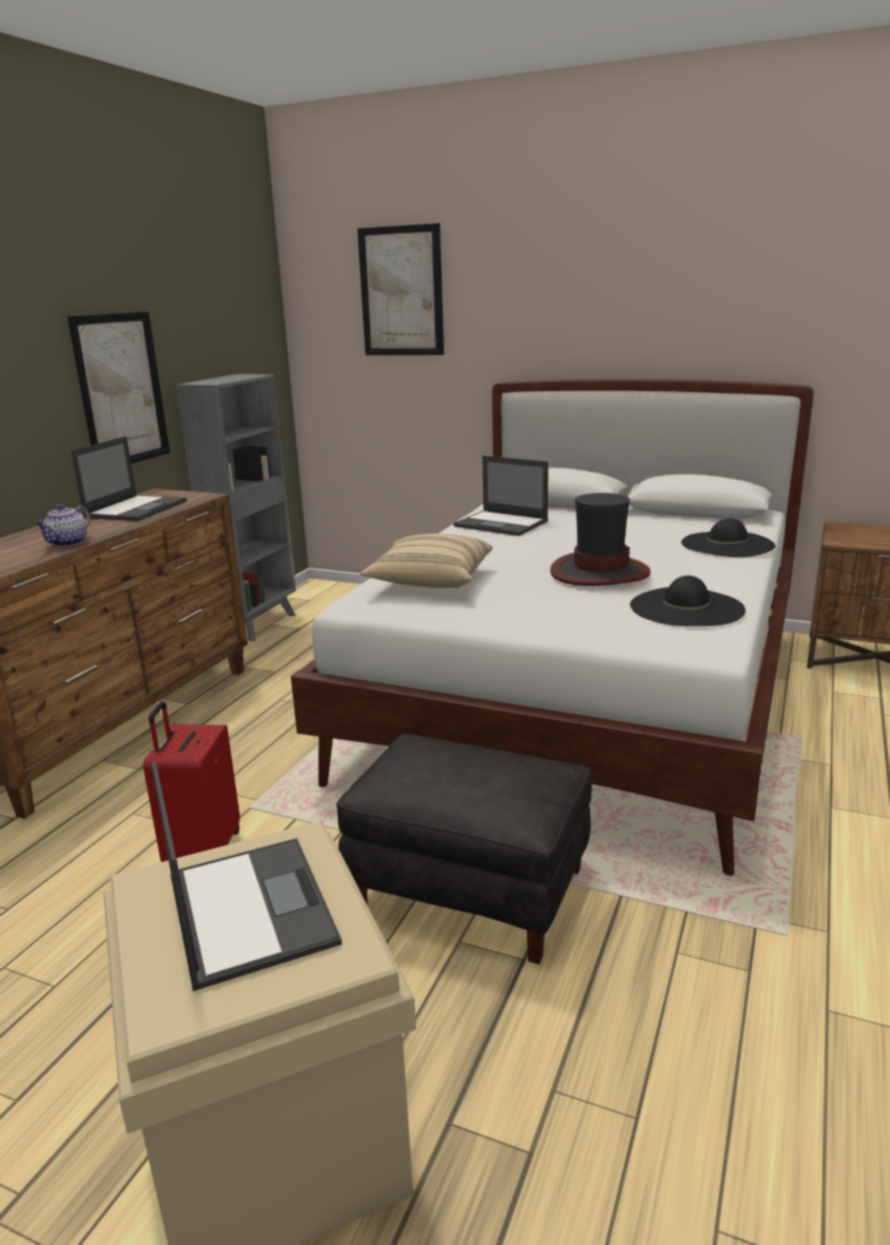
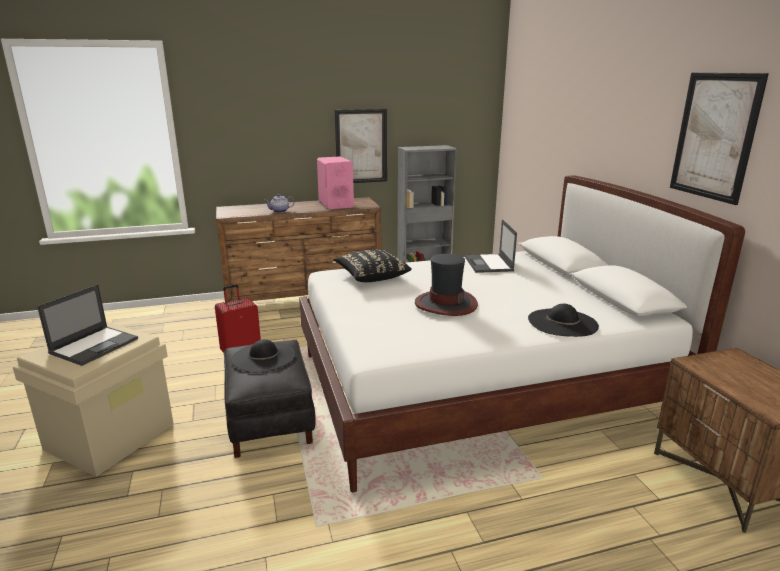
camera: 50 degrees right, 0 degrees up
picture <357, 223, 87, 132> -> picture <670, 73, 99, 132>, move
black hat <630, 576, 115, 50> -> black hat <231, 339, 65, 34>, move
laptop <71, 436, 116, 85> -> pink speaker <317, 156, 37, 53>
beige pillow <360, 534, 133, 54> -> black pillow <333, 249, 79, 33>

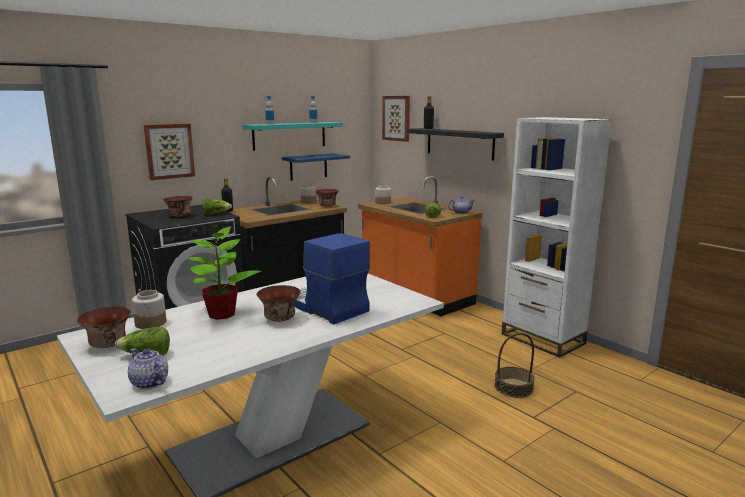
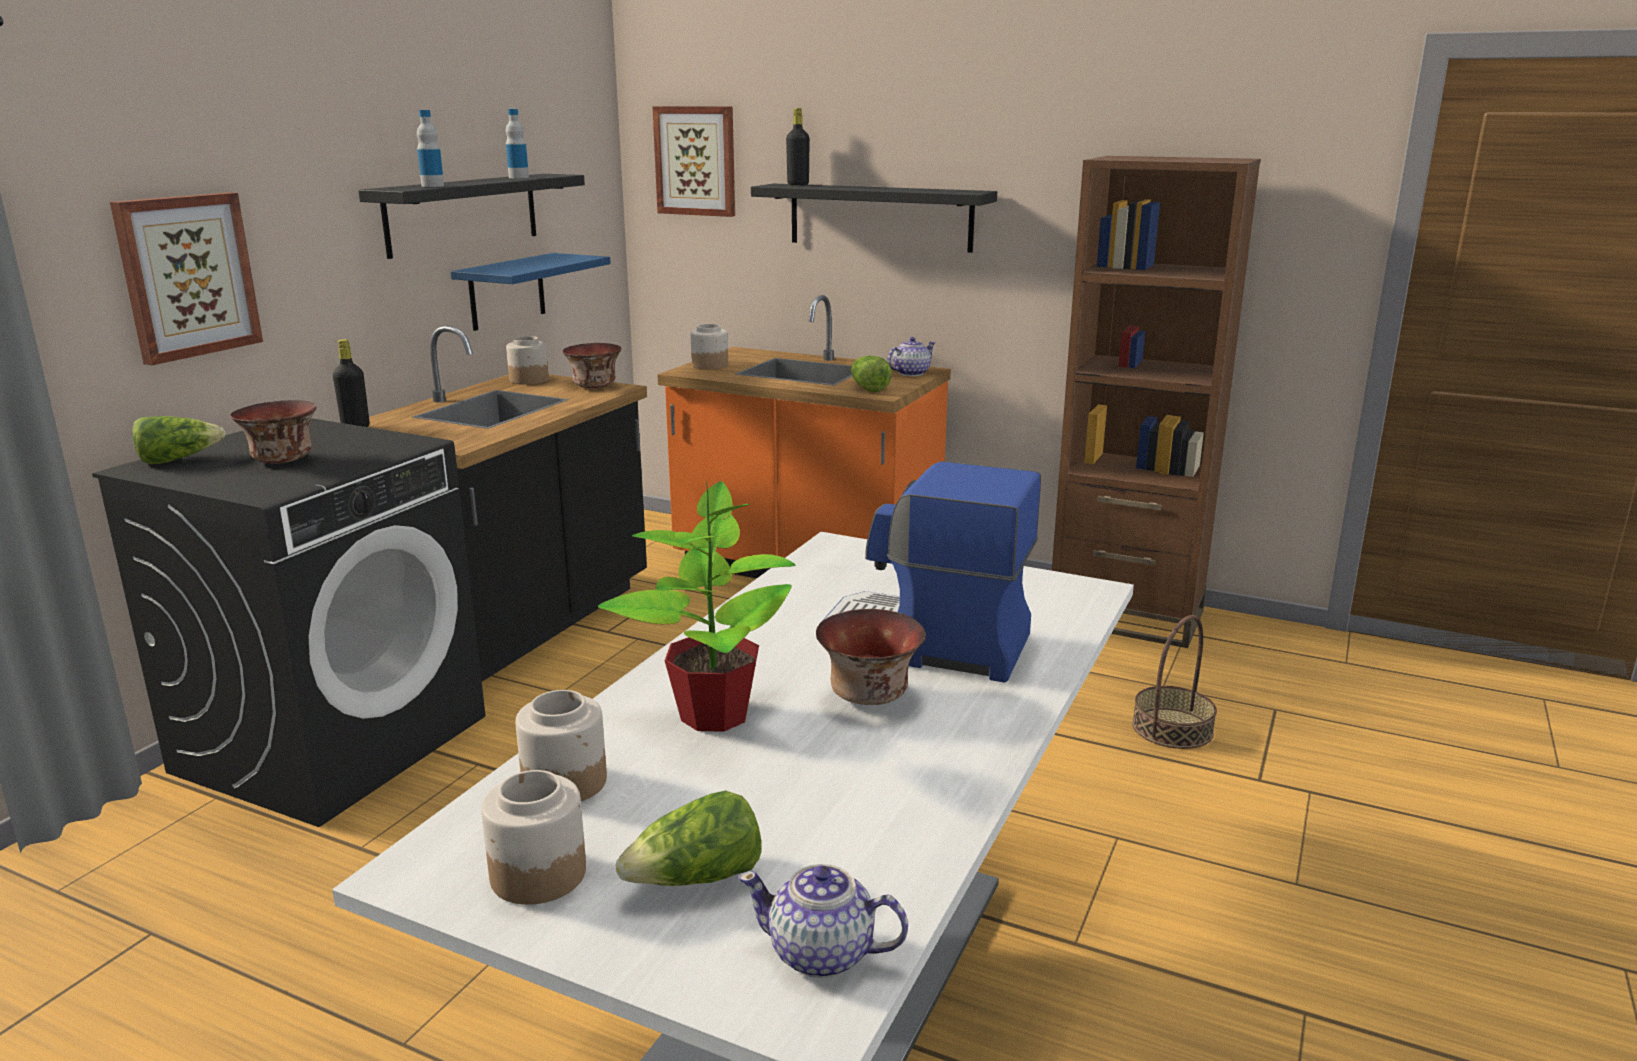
camera: 25 degrees left, 5 degrees up
lettuce <202, 198, 30, 17> -> lettuce <132, 416, 94, 48>, move
bowl <77, 306, 54, 42> -> jar <481, 770, 105, 135>
turquoise shelf <243, 122, 100, 29> -> black shelf <358, 174, 227, 85>
white bookcase <502, 117, 110, 241> -> brown bookcase <1052, 156, 209, 492>

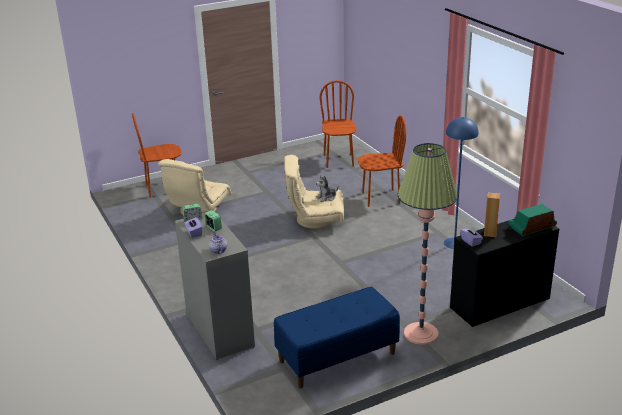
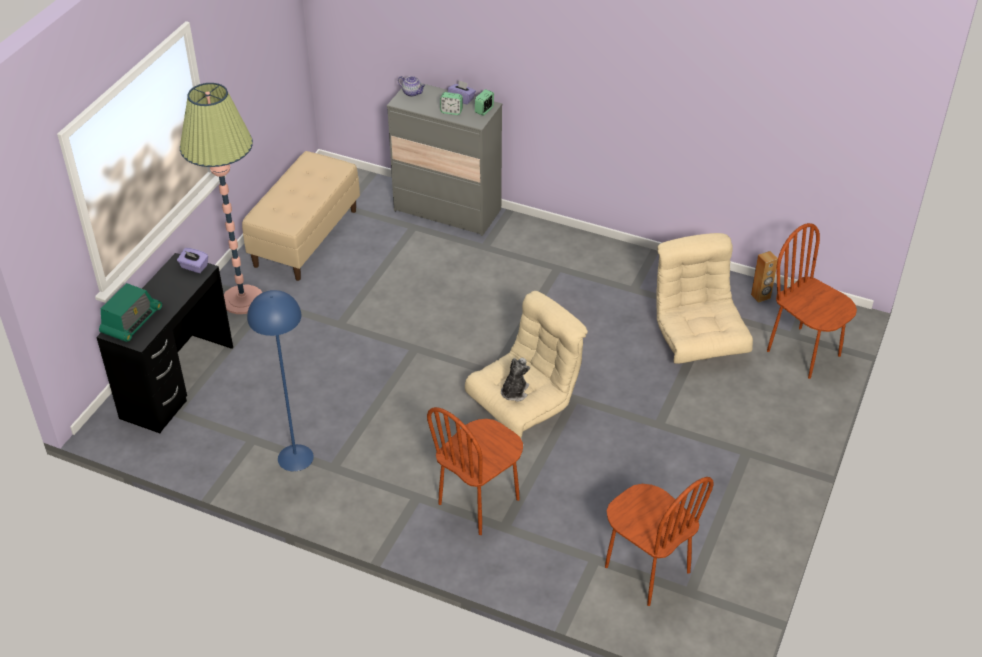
camera: 140 degrees right, 15 degrees up
brown speaker <484, 193, 16, 44> -> brown speaker <751, 251, 27, 52>, move
blue bench <274, 287, 126, 101> -> beige bench <242, 151, 118, 130>
brown chair <132, 113, 50, 85> -> brown chair <767, 223, 90, 156>, 75 degrees counterclockwise

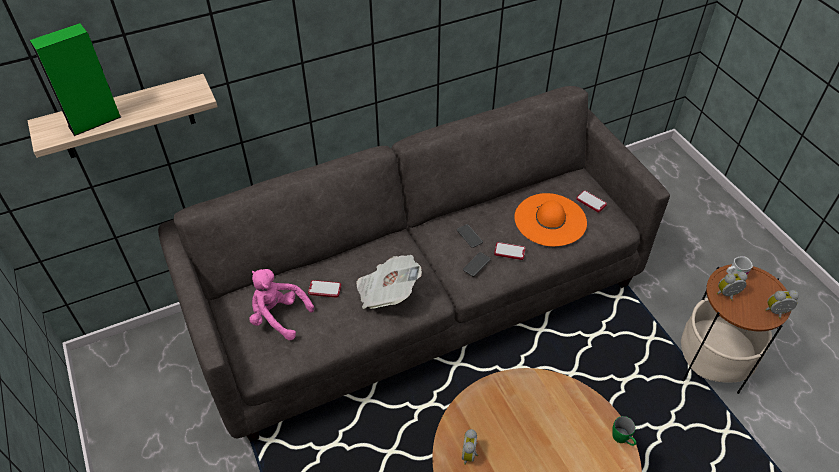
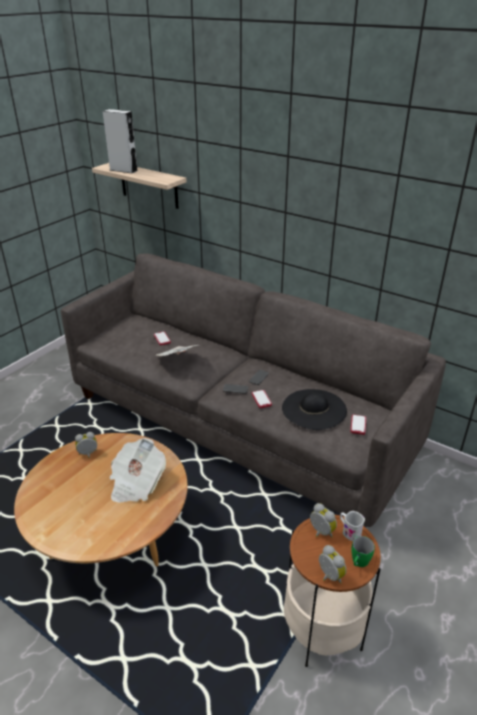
camera: 60 degrees right, 15 degrees down
pink plush toy <249, 269, 65, 71> -> none
none -> newspaper <109, 438, 57, 65>
green mug <612, 416, 24, 30> -> green mug <352, 536, 23, 31>, move
green speaker <30, 23, 91, 113> -> grey speaker <103, 109, 35, 64>
orange hat <514, 193, 73, 53> -> black hat <282, 389, 65, 41>

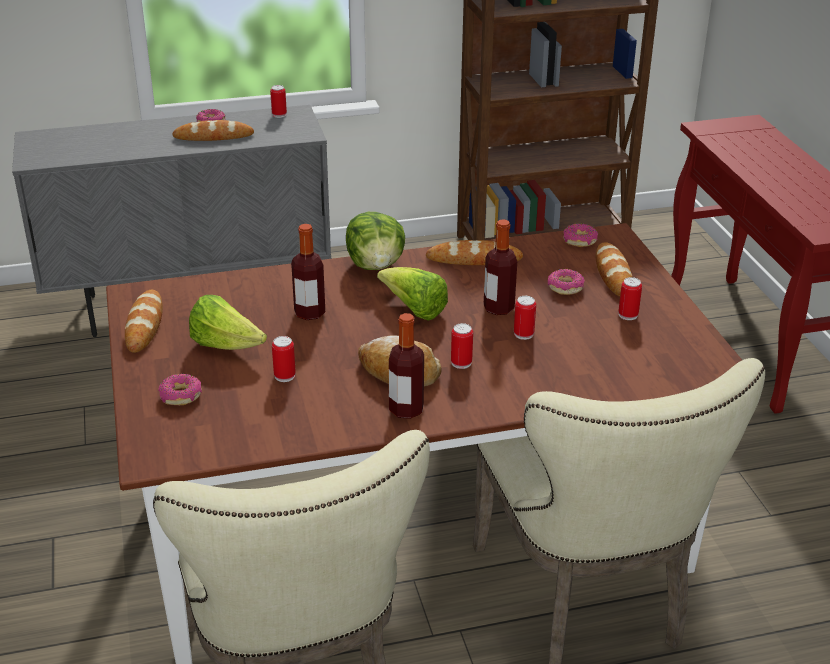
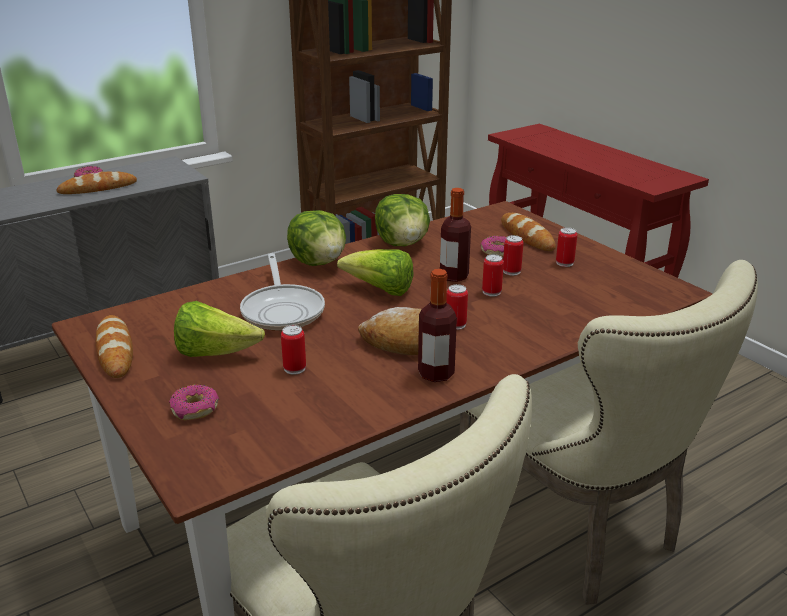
camera: 20 degrees left, 5 degrees down
donut <563, 223, 35, 24> -> none
can <270, 85, 17, 33> -> can <503, 235, 20, 41>, move
bottle <291, 224, 34, 96> -> frying pan <240, 253, 85, 78>
bread <426, 240, 97, 25> -> lettuce <375, 194, 55, 52>

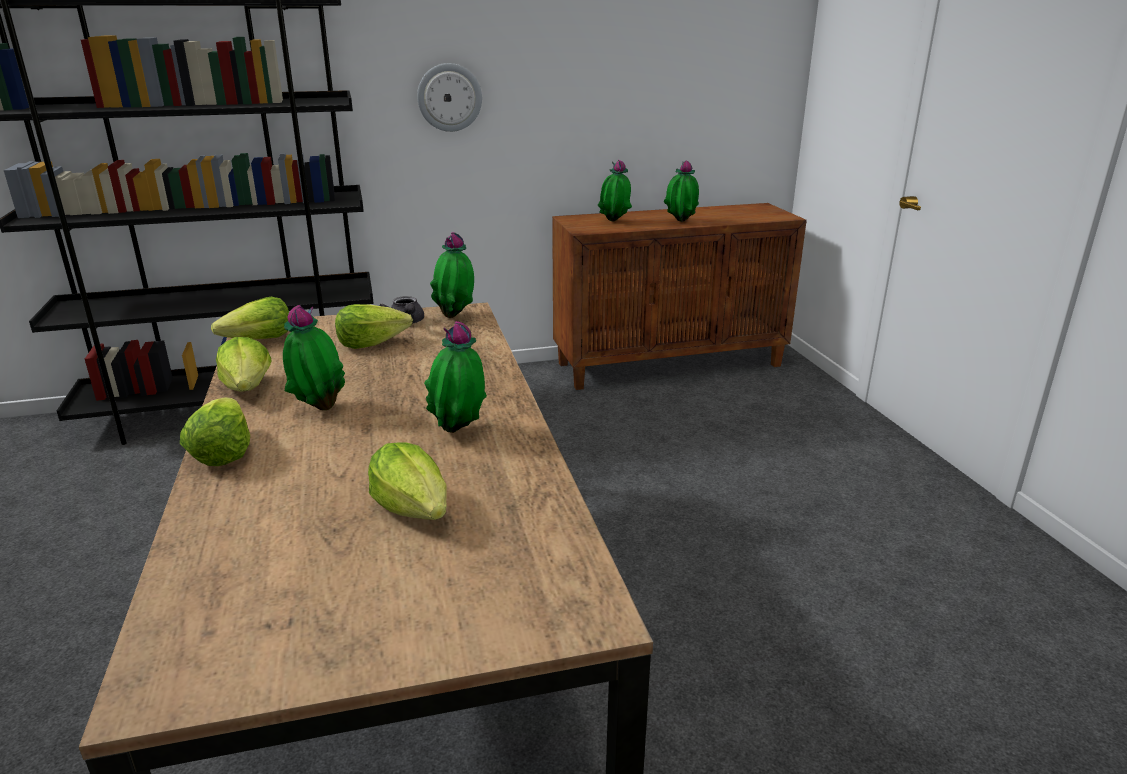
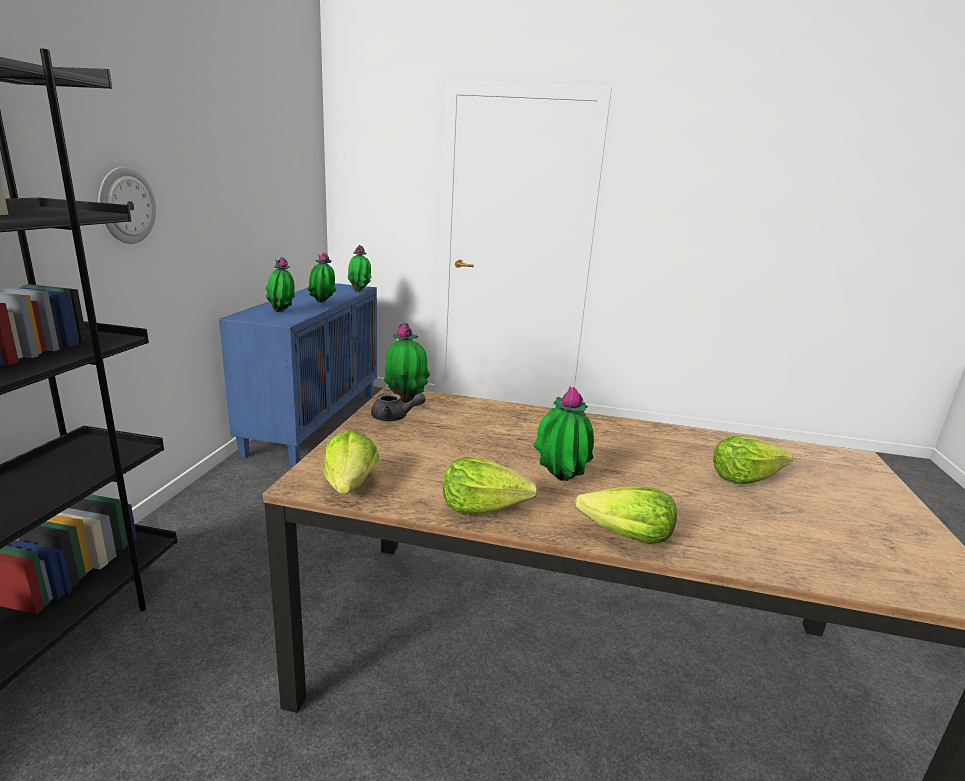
camera: 65 degrees left, 5 degrees down
lettuce <335, 304, 78, 45> -> none
potted plant <424, 321, 63, 112> -> potted plant <348, 245, 24, 47>, move
brown cabinet <552, 203, 255, 187> -> blue cabinet <219, 283, 158, 183>

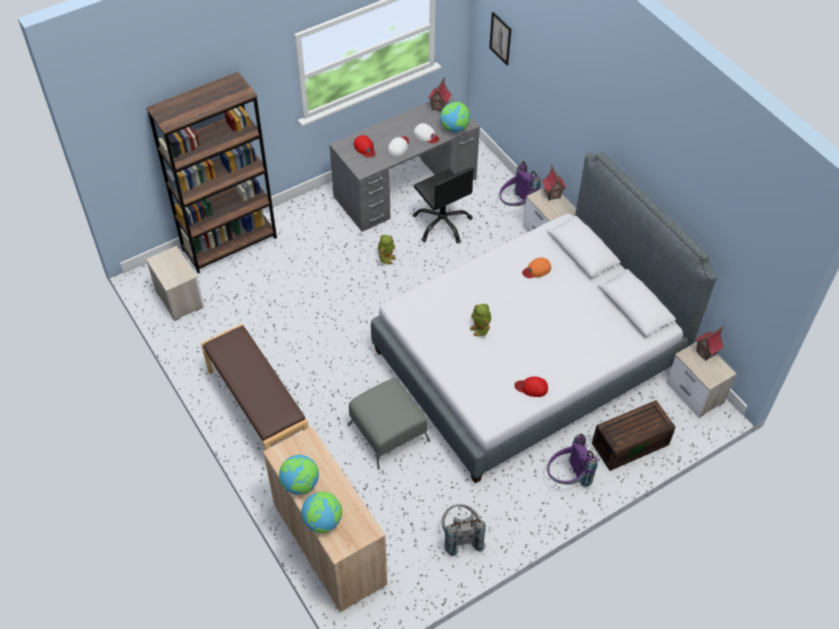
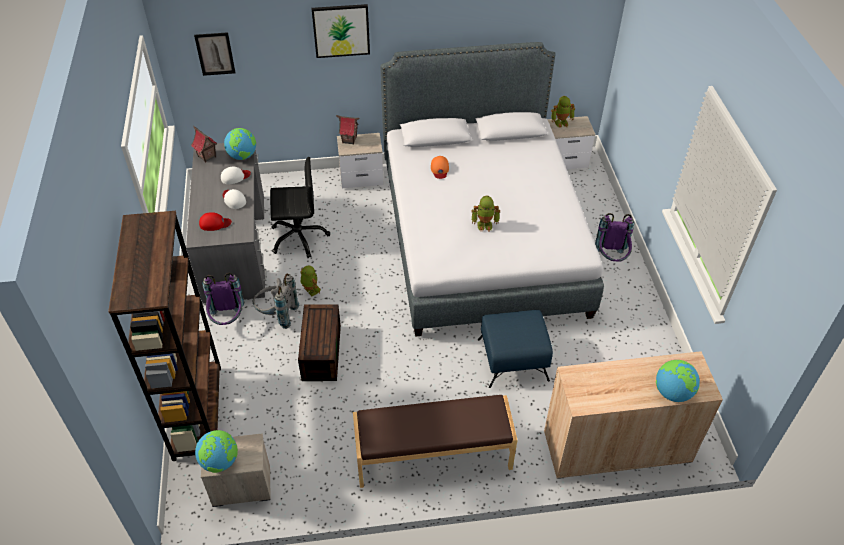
camera: 65 degrees left, 5 degrees down
red cap <514, 377, 34, 20> -> none
none -> picture <312, 4, 58, 54>
globe <279, 455, 40, 40> -> globe <195, 430, 43, 43>, move
grey backpack <442, 504, 44, 52> -> grey backpack <253, 273, 46, 56>, move
purple backpack <499, 161, 41, 45> -> purple backpack <202, 273, 42, 52>, move
brown storage box <592, 400, 84, 71> -> brown storage box <298, 304, 43, 77>, move
toy house <696, 326, 28, 35> -> toy robot <551, 96, 24, 32>
grey ottoman <347, 378, 83, 92> -> blue ottoman <478, 310, 75, 78>

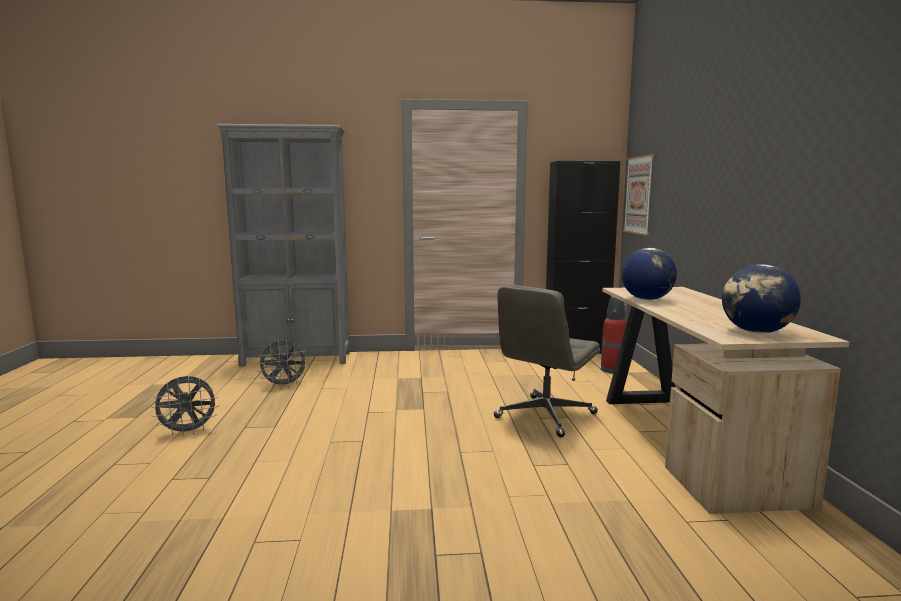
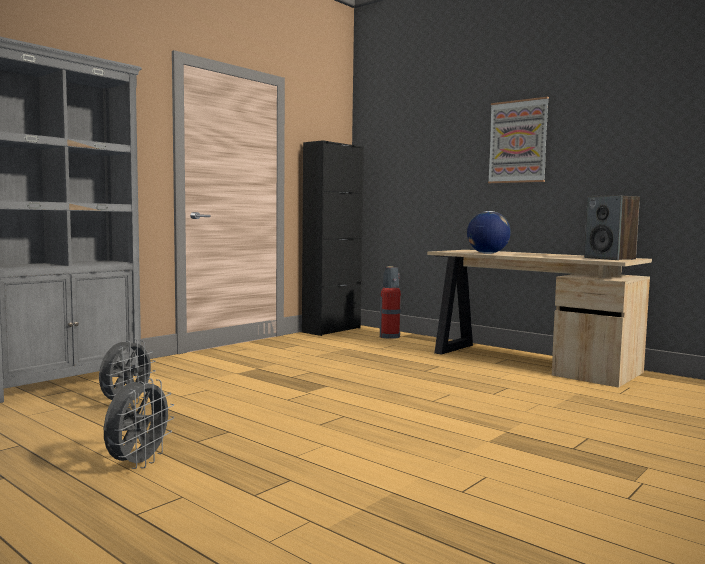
camera: 45 degrees left, 5 degrees down
grey office chair <493, 285, 107, 152> -> none
picture <623, 154, 31, 81> -> picture <488, 97, 61, 86>, move
globe <722, 264, 79, 69> -> speaker <584, 195, 56, 65>

